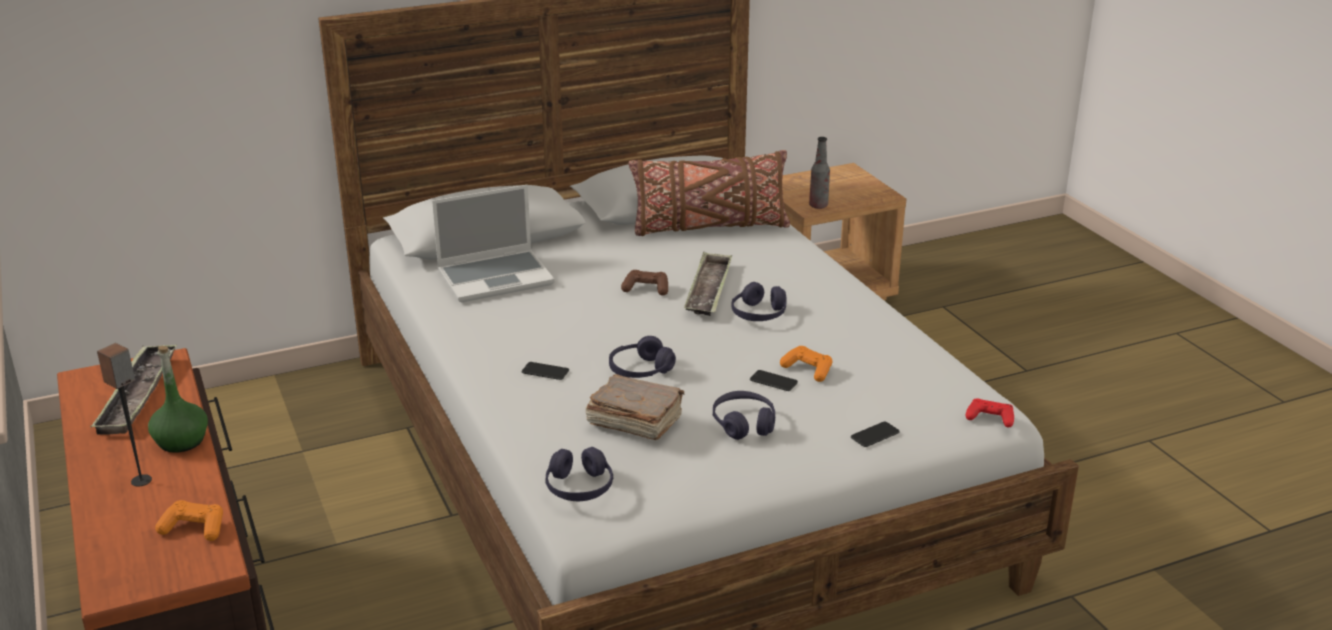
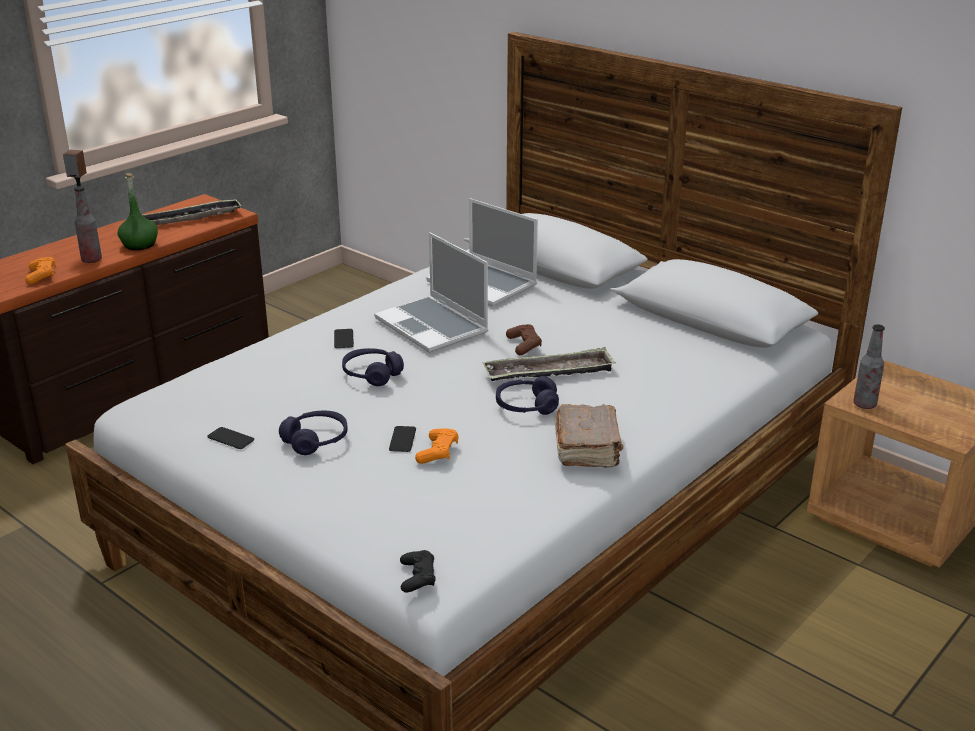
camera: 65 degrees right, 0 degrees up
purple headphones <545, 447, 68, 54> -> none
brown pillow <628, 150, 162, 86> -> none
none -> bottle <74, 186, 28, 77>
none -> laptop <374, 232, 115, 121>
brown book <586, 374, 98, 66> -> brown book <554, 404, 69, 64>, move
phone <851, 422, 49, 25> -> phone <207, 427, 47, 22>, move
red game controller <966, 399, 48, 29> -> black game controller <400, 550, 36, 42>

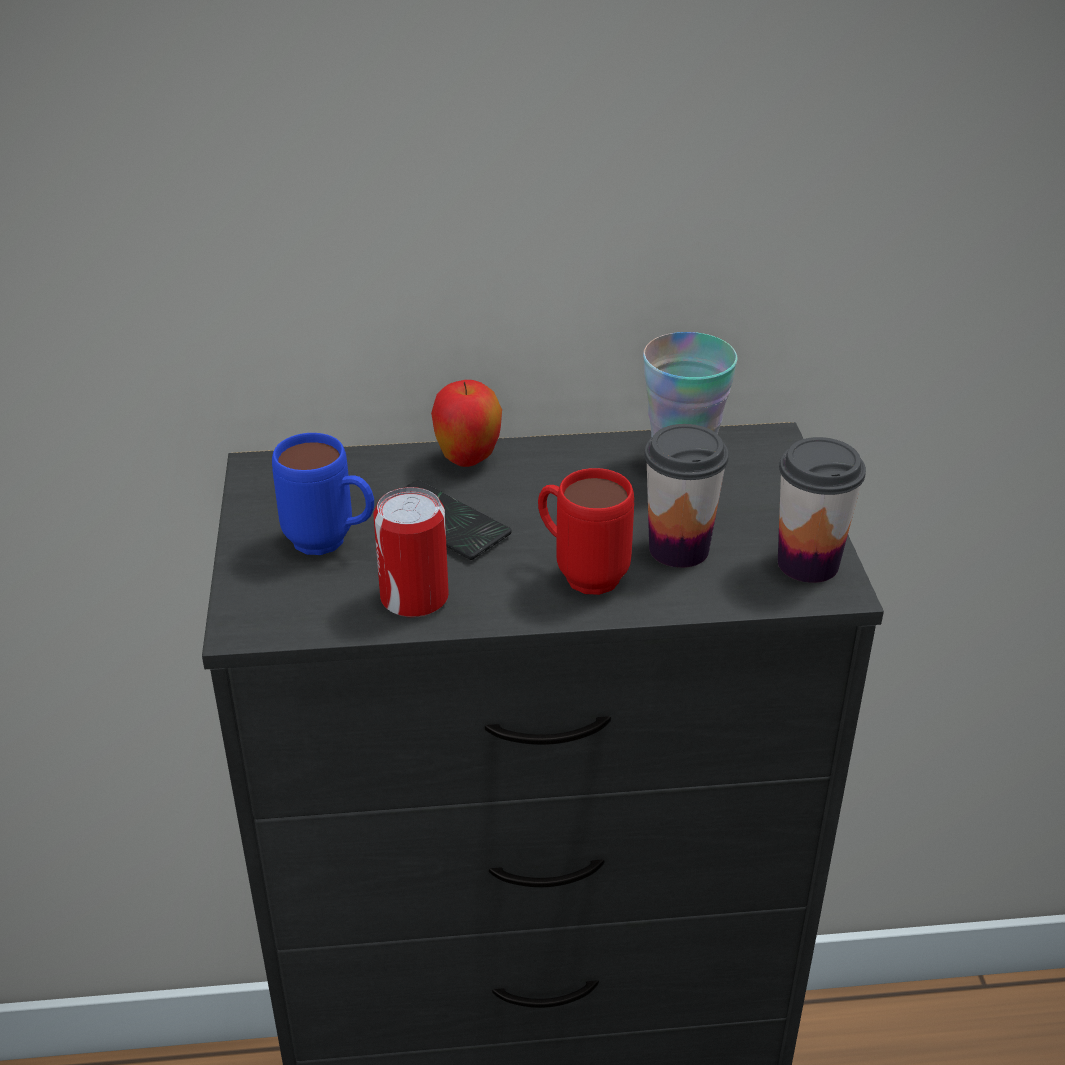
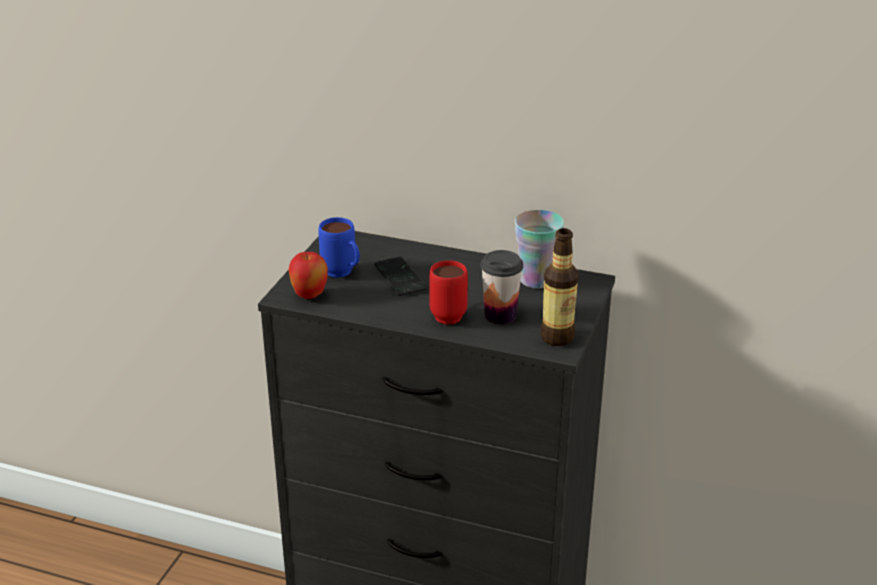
camera: 25 degrees right, 5 degrees down
can <374, 487, 75, 130> -> none
apple <431, 380, 71, 87> -> apple <288, 252, 40, 47>, move
cup <778, 437, 88, 146> -> bottle <540, 228, 38, 118>

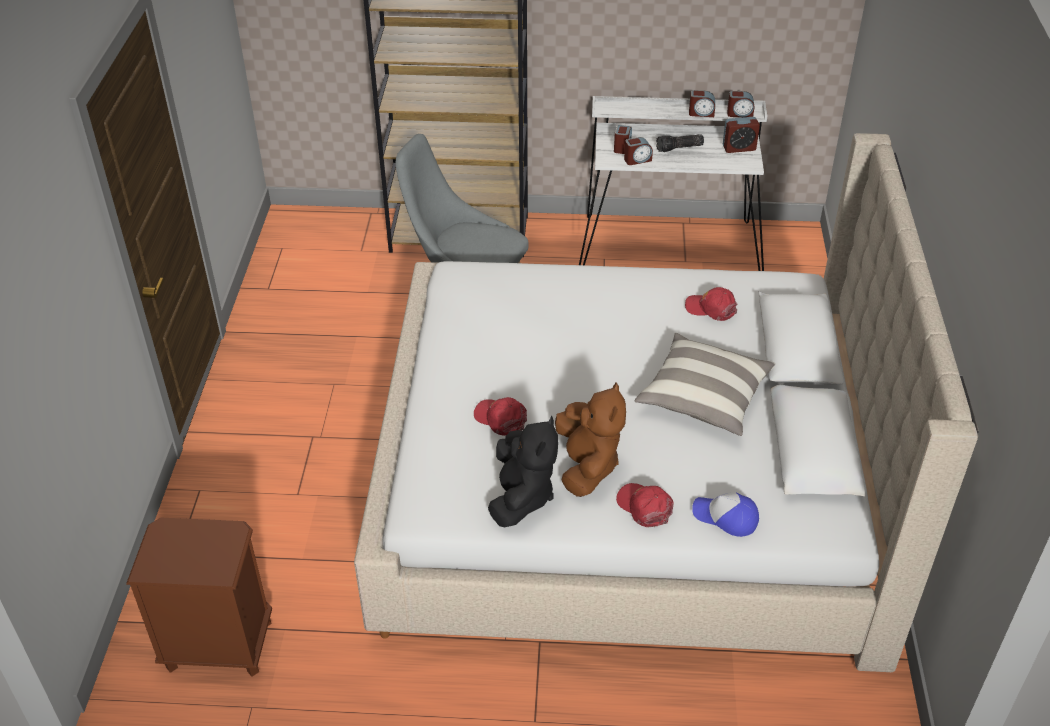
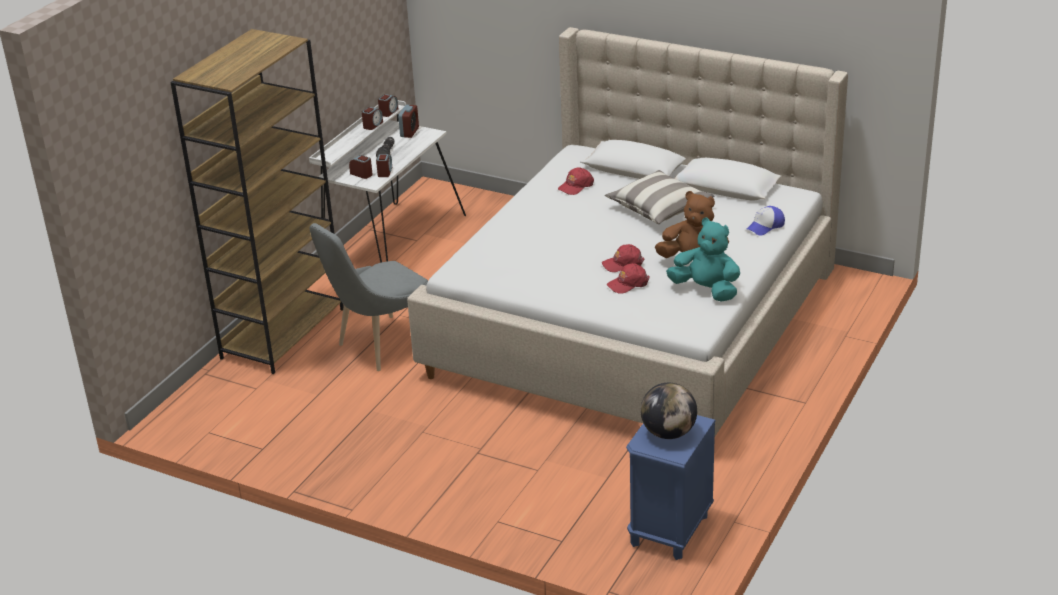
camera: 65 degrees left, 10 degrees down
none -> globe <641, 383, 56, 56>
red cap <616, 483, 57, 44> -> red cap <602, 244, 42, 28>, move
brown nightstand <126, 518, 146, 159> -> blue nightstand <626, 415, 90, 145>
black plush toy <488, 416, 70, 112> -> turquoise plush toy <666, 218, 74, 84>

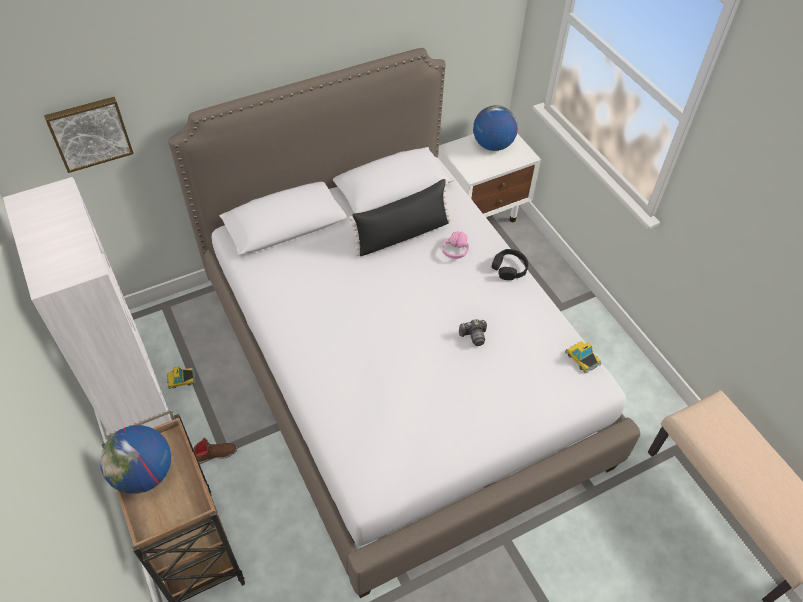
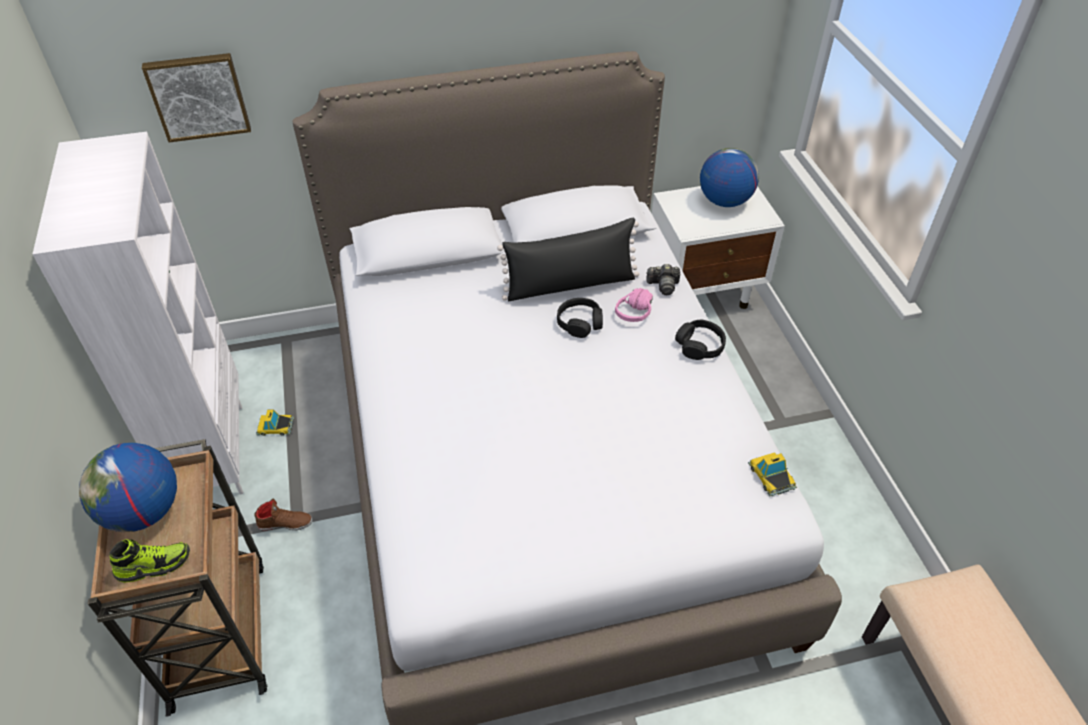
camera: 15 degrees right, 5 degrees down
none -> shoe <109, 539, 81, 44>
none -> black headphones <557, 298, 46, 40>
photo camera <459, 319, 28, 27> -> photo camera <646, 264, 34, 31>, move

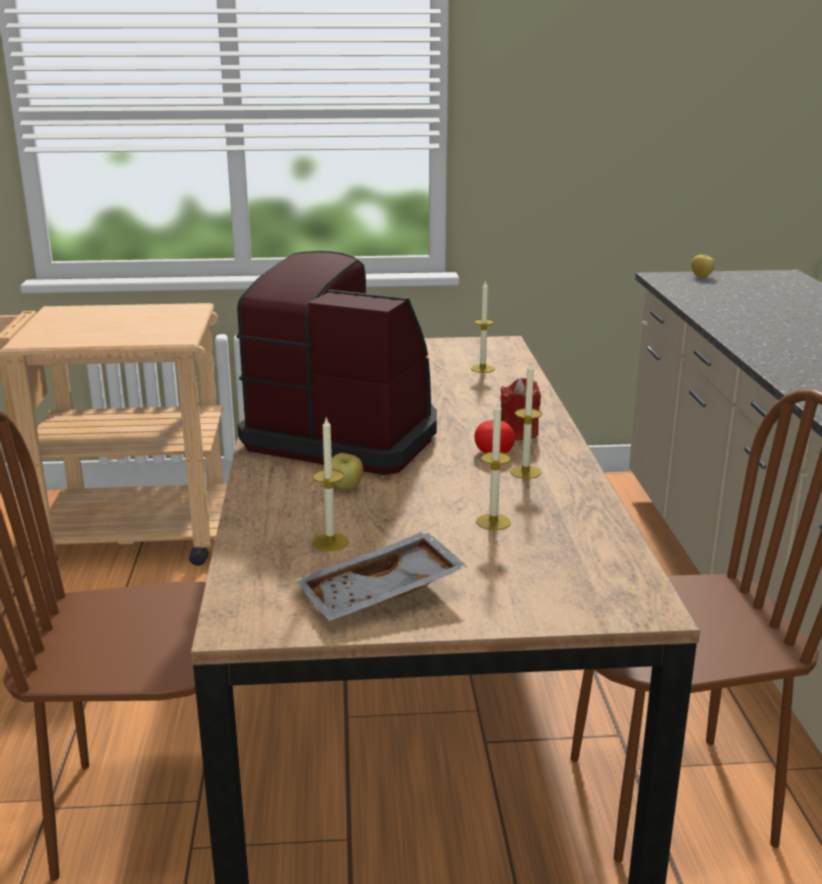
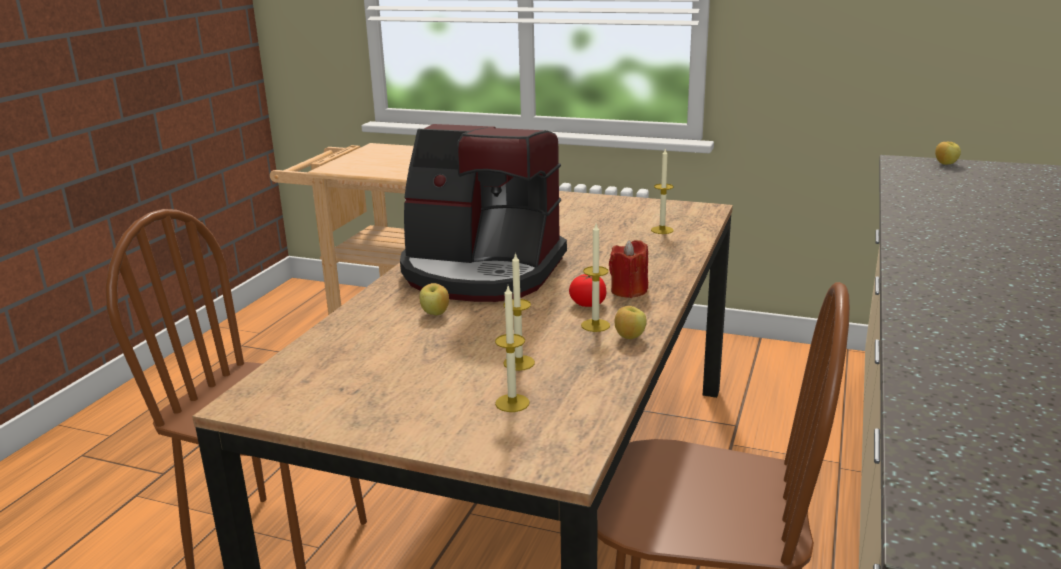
camera: 25 degrees right, 0 degrees up
grey tray <295, 530, 173, 91> -> none
none -> apple <614, 306, 33, 33>
candle <312, 417, 37, 134> -> candle <495, 286, 35, 126>, move
coffee machine <236, 251, 201, 224> -> coffee machine <400, 124, 167, 178>, 150 degrees clockwise

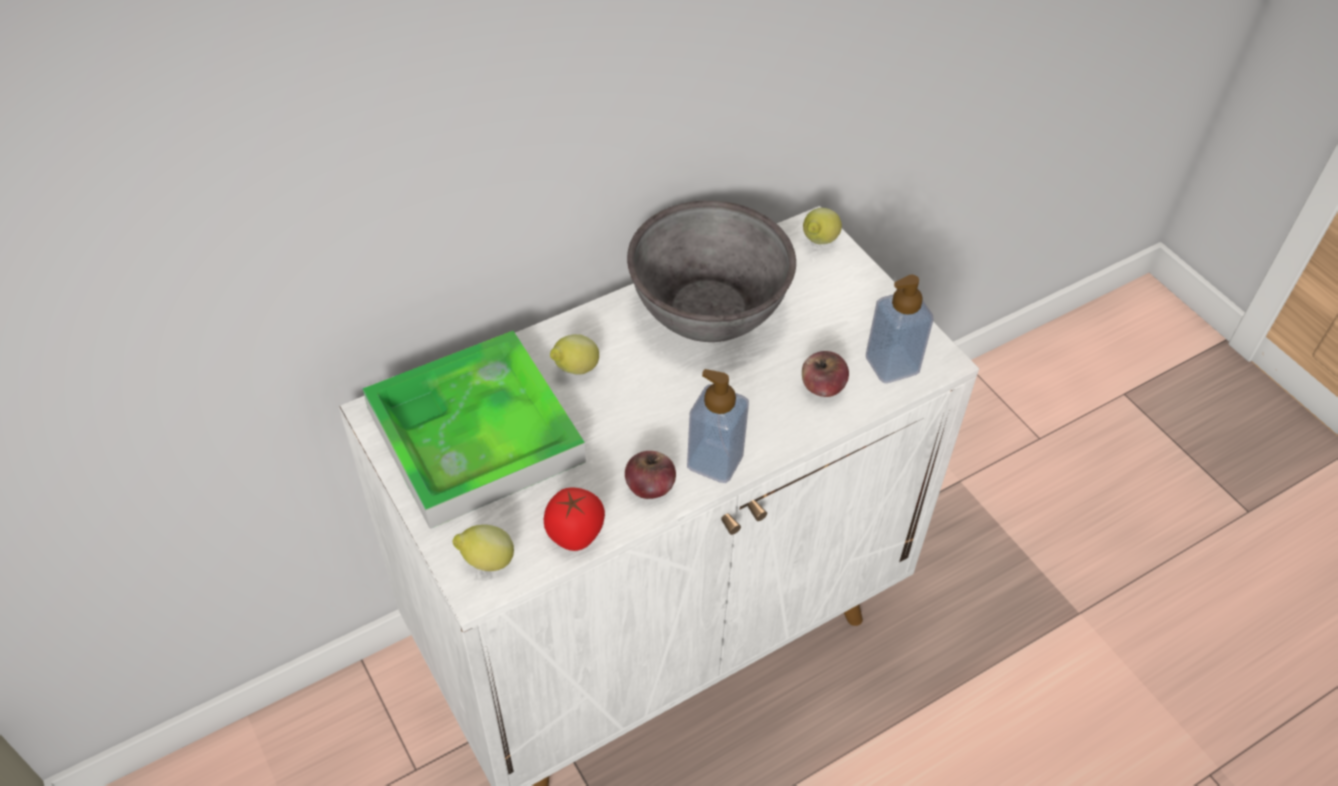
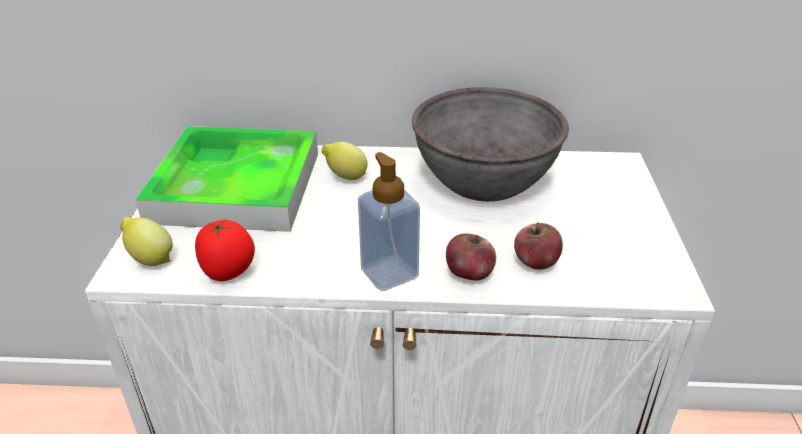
camera: 35 degrees right, 15 degrees down
lemon <803, 208, 39, 36> -> none
soap dispenser <866, 275, 68, 108> -> none
apple <625, 451, 51, 48> -> apple <446, 234, 50, 47>, move

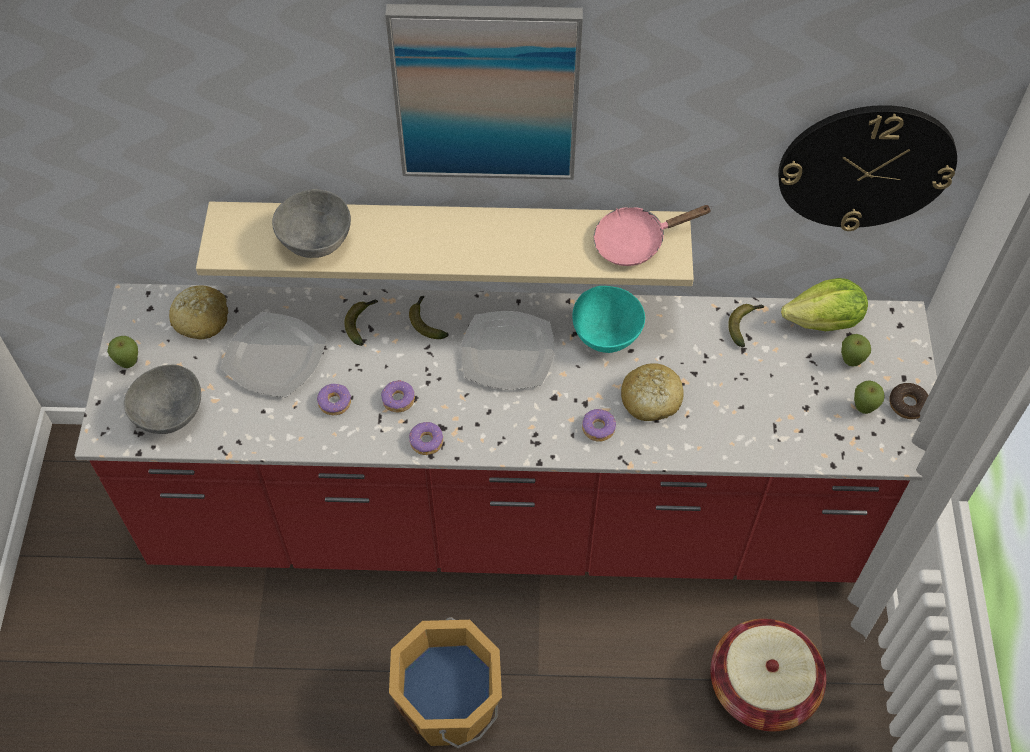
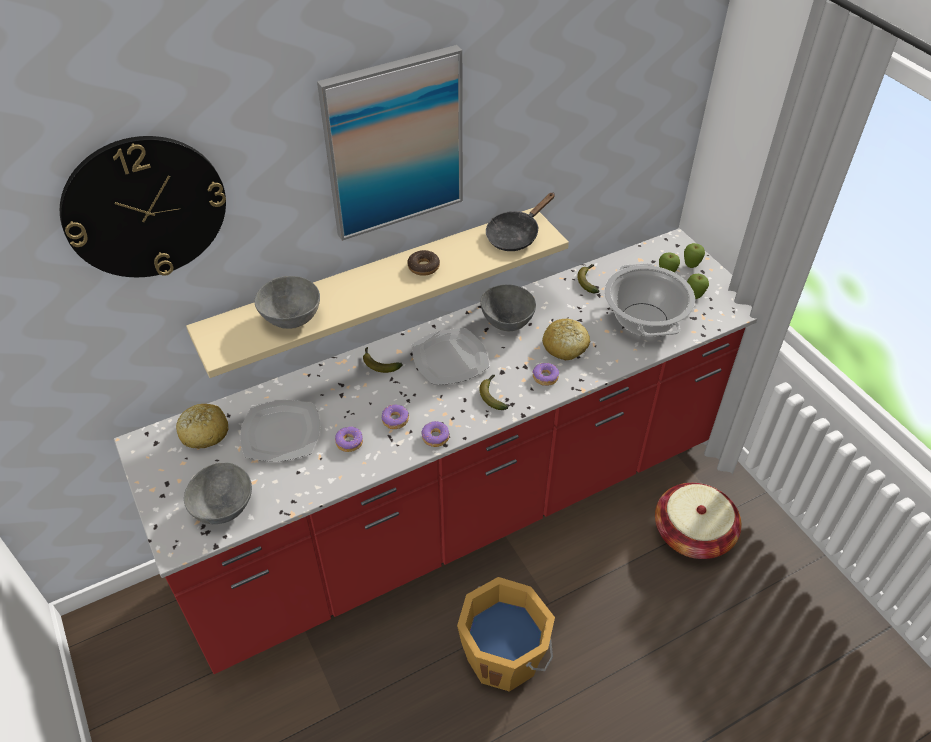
camera: 30 degrees left, 10 degrees down
lettuce <781, 278, 87, 53> -> none
none -> cooking pot <604, 263, 91, 74>
apple <107, 336, 31, 32> -> apple <684, 243, 21, 25>, move
banana <345, 300, 33, 46> -> banana <480, 375, 28, 35>, move
wall clock <778, 105, 179, 126> -> wall clock <60, 136, 166, 141>, move
donut <889, 383, 39, 36> -> donut <407, 250, 33, 26>, move
turquoise bowl <572, 286, 73, 67> -> grey bowl <480, 284, 56, 47>
pink frying pan <594, 205, 117, 61> -> black frying pan <486, 193, 69, 58>

